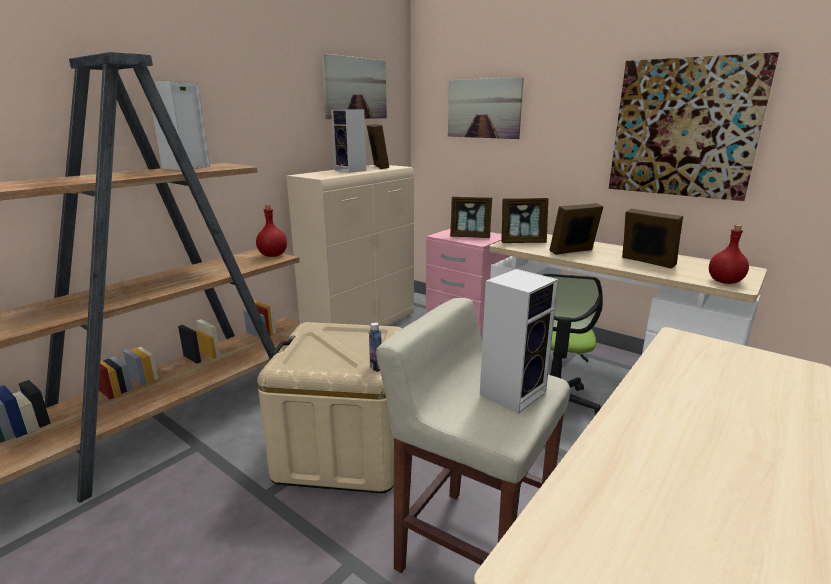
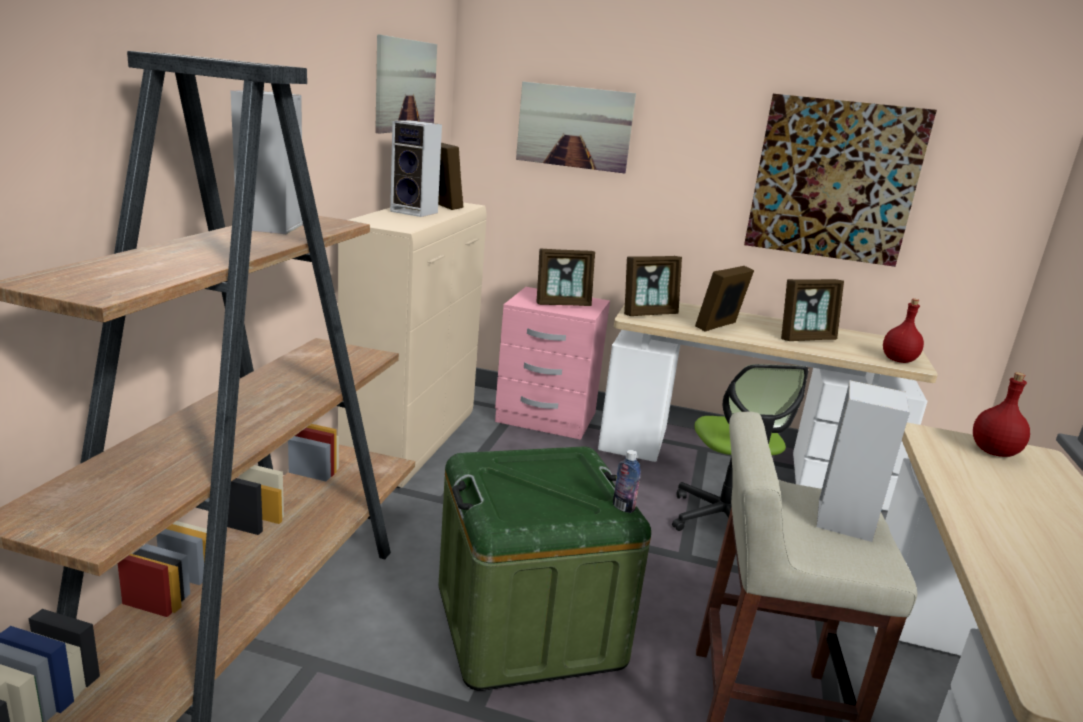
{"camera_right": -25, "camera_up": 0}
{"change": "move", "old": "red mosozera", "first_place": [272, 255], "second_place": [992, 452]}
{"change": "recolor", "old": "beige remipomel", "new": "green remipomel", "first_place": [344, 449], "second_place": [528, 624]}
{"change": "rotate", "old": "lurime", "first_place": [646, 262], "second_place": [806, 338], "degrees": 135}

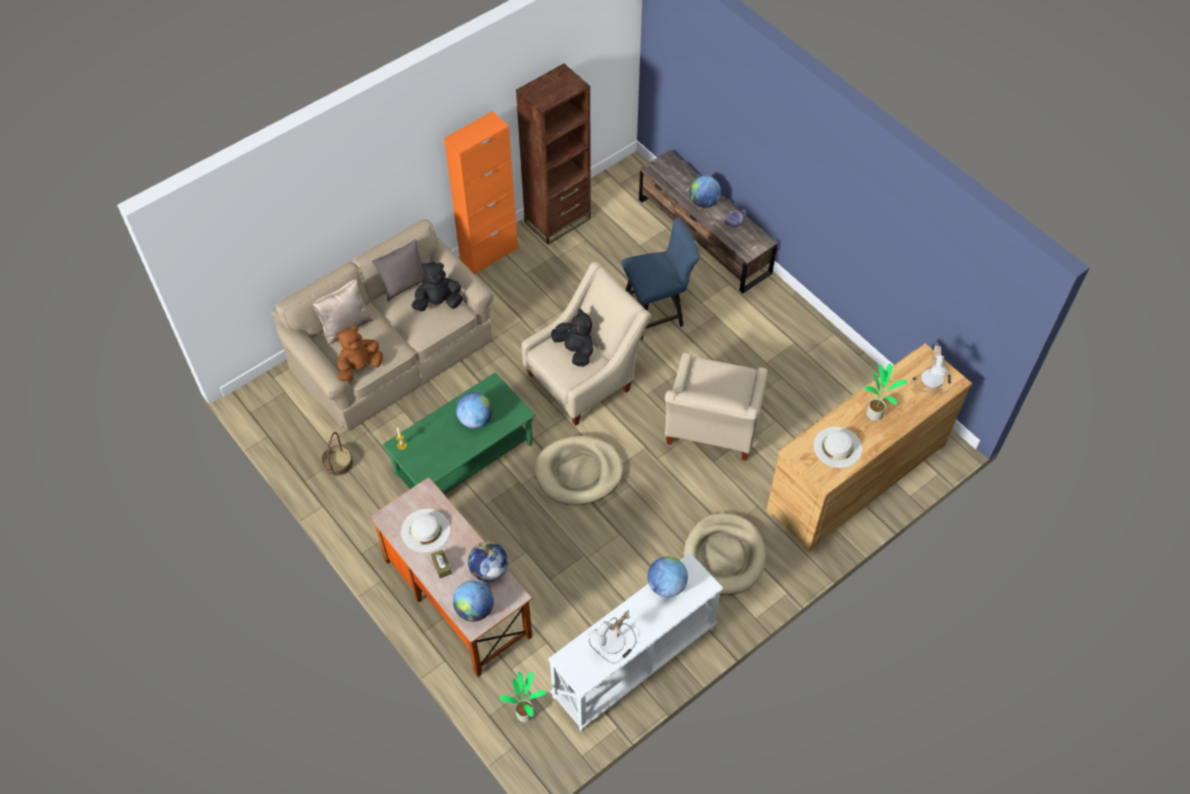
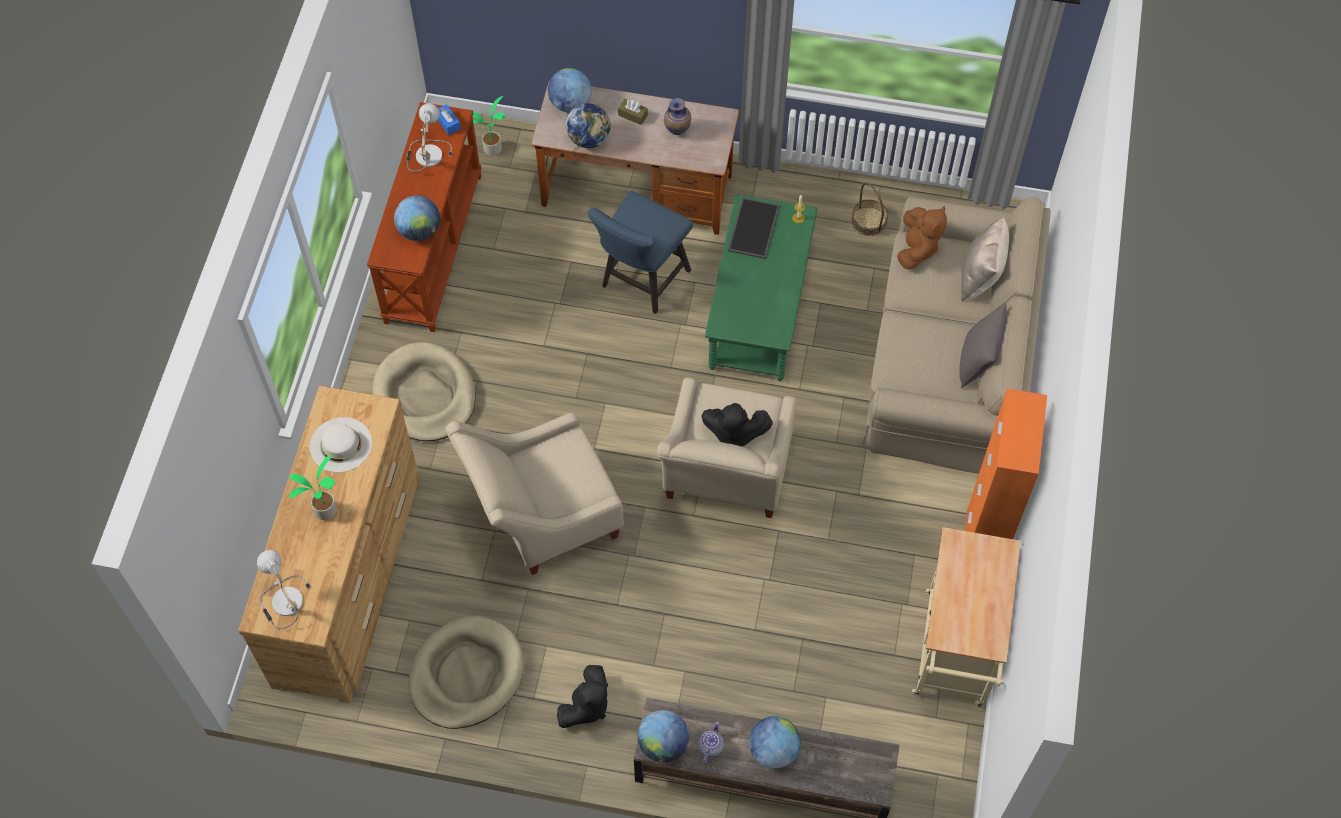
{"camera_right": 140, "camera_up": 5}
{"change": "replace", "old": "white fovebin", "new": "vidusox", "first_place": [425, 530], "second_place": [677, 131]}
{"change": "move", "old": "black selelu", "first_place": [438, 303], "second_place": [586, 706]}
{"change": "move", "old": "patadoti", "first_place": [475, 420], "second_place": [663, 744]}
{"change": "replace", "old": "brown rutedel", "new": "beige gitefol", "first_place": [558, 220], "second_place": [953, 656]}
{"change": "move", "old": "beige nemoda", "first_place": [578, 472], "second_place": [466, 674]}
{"change": "recolor", "old": "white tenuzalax", "new": "brown tenuzalax", "first_place": [634, 663], "second_place": [432, 247]}
{"change": "move", "old": "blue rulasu", "first_place": [657, 313], "second_place": [641, 282]}
{"change": "rotate", "old": "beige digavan", "first_place": [711, 430], "second_place": [542, 516], "degrees": -90}
{"change": "insert", "new": "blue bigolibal", "second_place": [448, 123]}
{"change": "insert", "new": "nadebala", "second_place": [754, 229]}

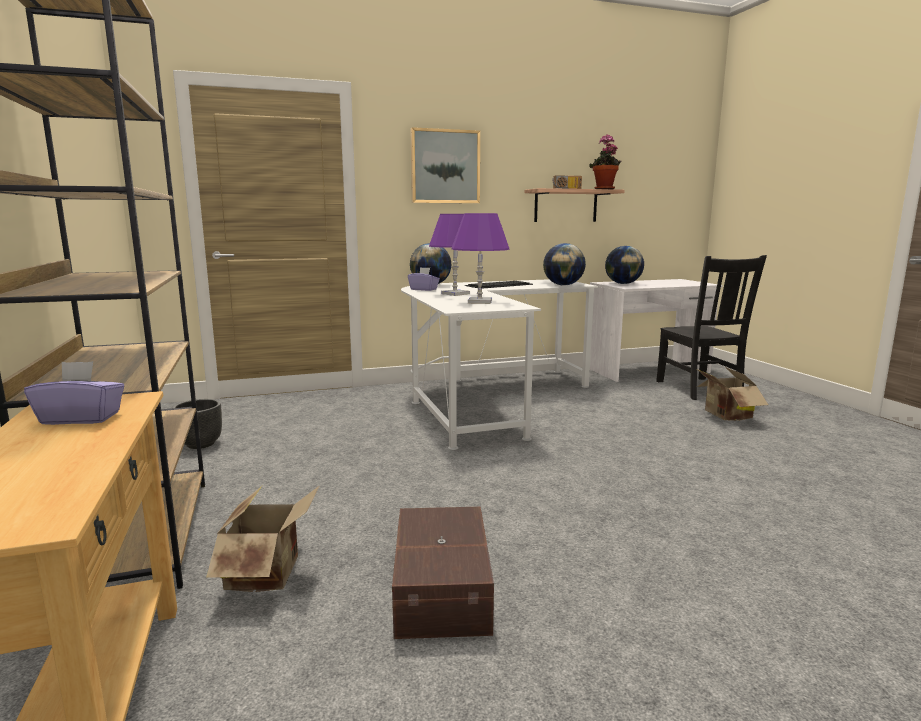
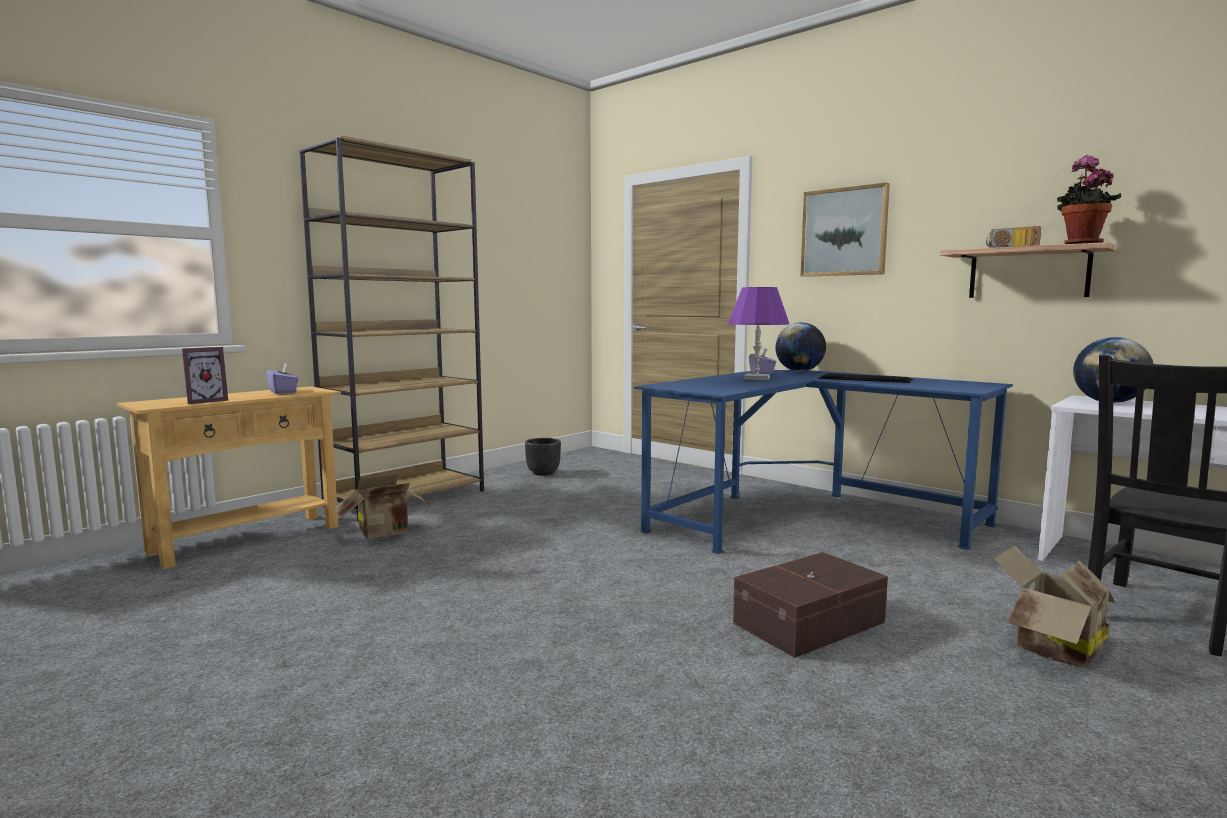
{"camera_right": 60, "camera_up": -5}
{"change": "move", "old": "brown remipomel", "first_place": [444, 588], "second_place": [811, 623]}
{"change": "recolor", "old": "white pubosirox", "new": "blue pubosirox", "first_place": [486, 398], "second_place": [806, 516]}
{"change": "delete", "old": "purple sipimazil", "first_place": [480, 302]}
{"change": "delete", "old": "patadoti", "first_place": [563, 285]}
{"change": "insert", "new": "lurime", "second_place": [204, 401]}

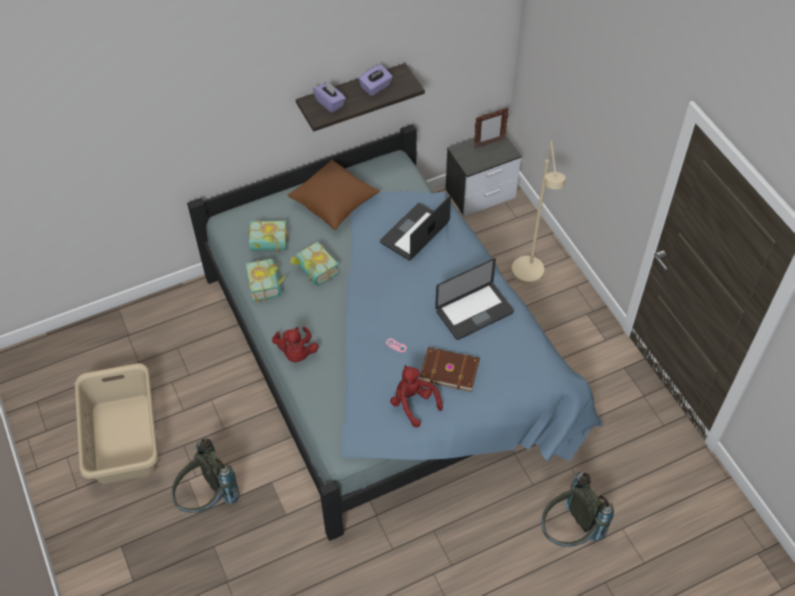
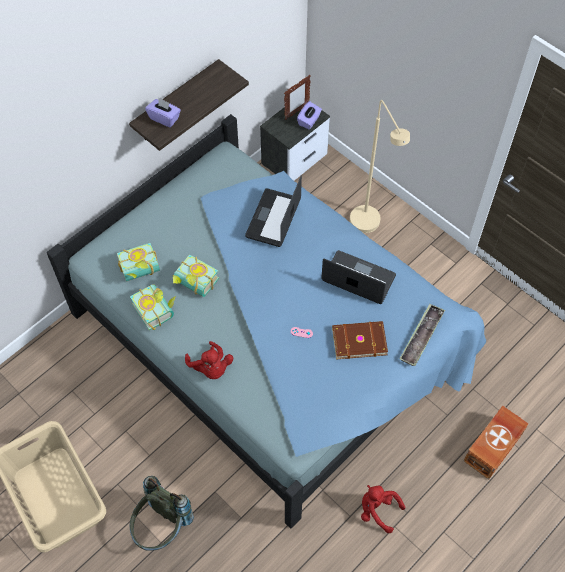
{"camera_right": -20, "camera_up": 5}
{"change": "delete", "old": "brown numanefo", "first_place": [334, 203]}
{"change": "move", "old": "purple bigolibal", "first_place": [376, 87], "second_place": [309, 121]}
{"change": "move", "old": "red selelu", "first_place": [413, 403], "second_place": [377, 510]}
{"change": "rotate", "old": "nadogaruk", "first_place": [474, 312], "second_place": [358, 278], "degrees": -105}
{"change": "replace", "old": "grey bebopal", "new": "brown remipomel", "first_place": [569, 532], "second_place": [494, 447]}
{"change": "insert", "new": "nadebala", "second_place": [421, 337]}

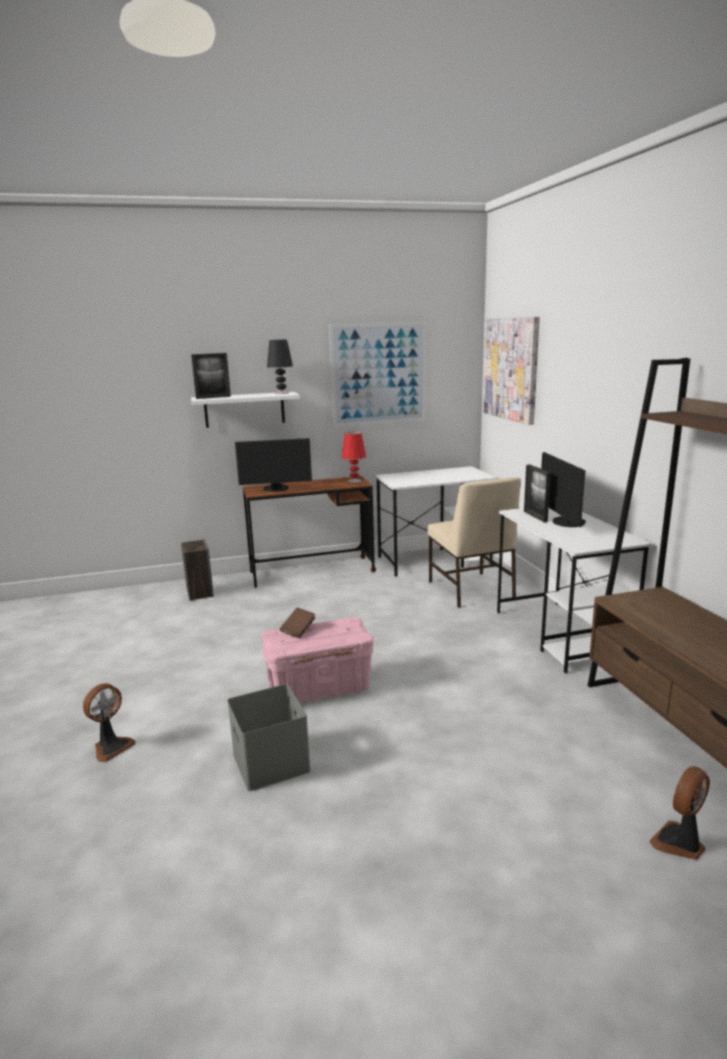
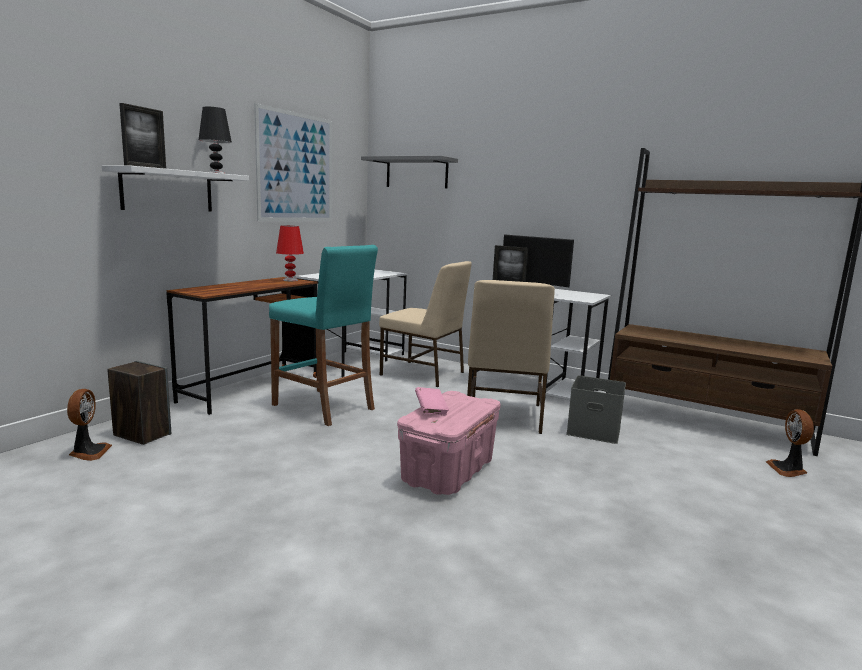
{"camera_right": -45, "camera_up": -5}
{"change": "move", "old": "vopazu", "first_place": [111, 747], "second_place": [89, 452]}
{"change": "move", "old": "grey remipomel", "first_place": [269, 761], "second_place": [592, 431]}
{"change": "delete", "old": "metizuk", "first_place": [276, 489]}
{"change": "recolor", "old": "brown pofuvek", "new": "pink pofuvek", "first_place": [298, 630], "second_place": [431, 410]}
{"change": "replace", "old": "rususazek", "new": "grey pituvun", "first_place": [511, 369], "second_place": [416, 173]}
{"change": "insert", "new": "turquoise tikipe", "second_place": [323, 407]}
{"change": "insert", "new": "beige rulasu", "second_place": [503, 415]}

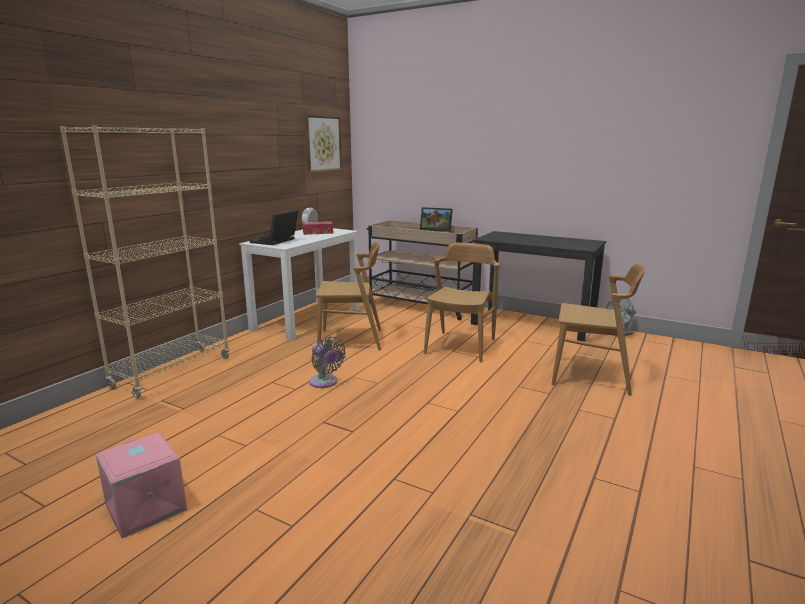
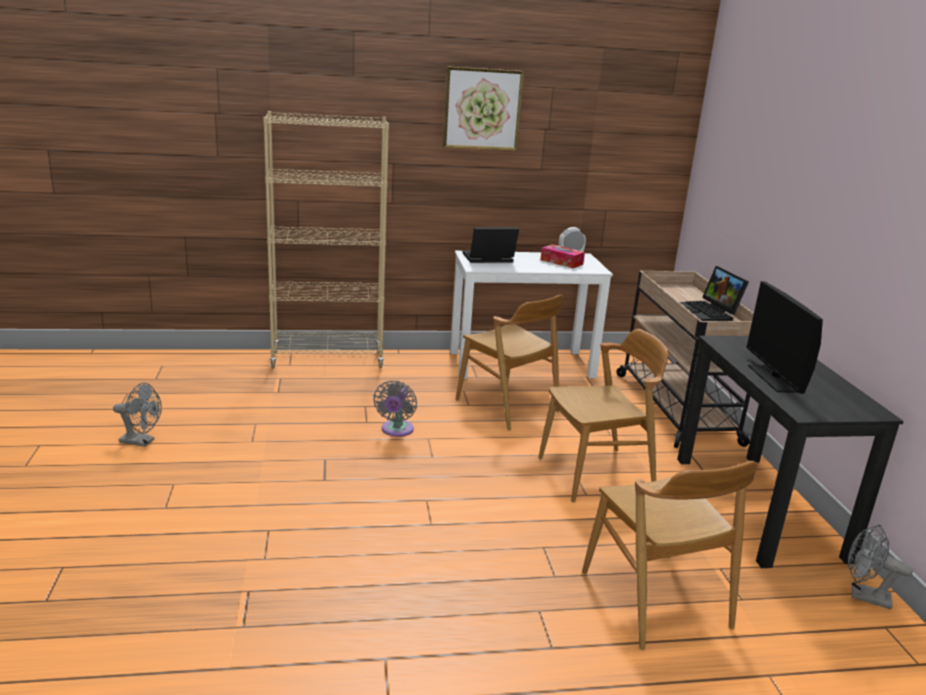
{"camera_right": 50, "camera_up": 5}
{"change": "replace", "old": "pink remipomel", "new": "grey vopazu", "first_place": [144, 508], "second_place": [142, 441]}
{"change": "move", "old": "rususazek", "first_place": [323, 144], "second_place": [482, 109]}
{"change": "insert", "new": "metizuk", "second_place": [775, 378]}

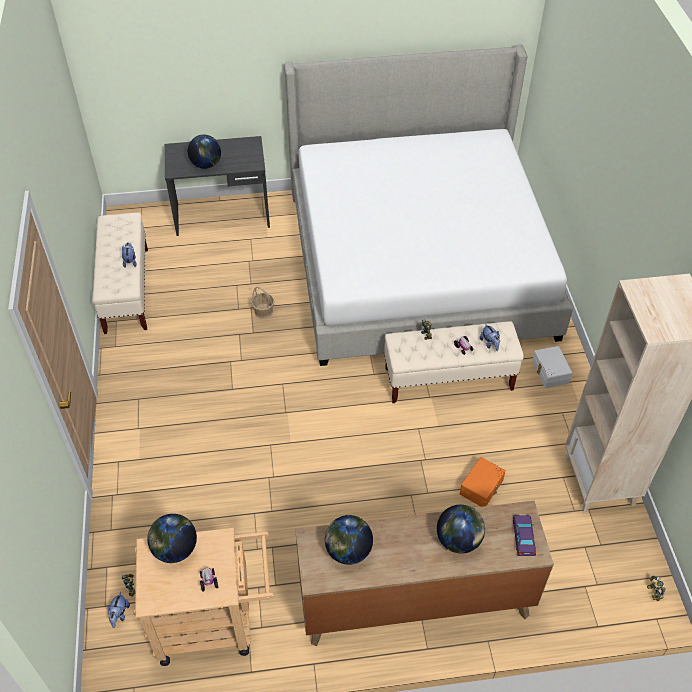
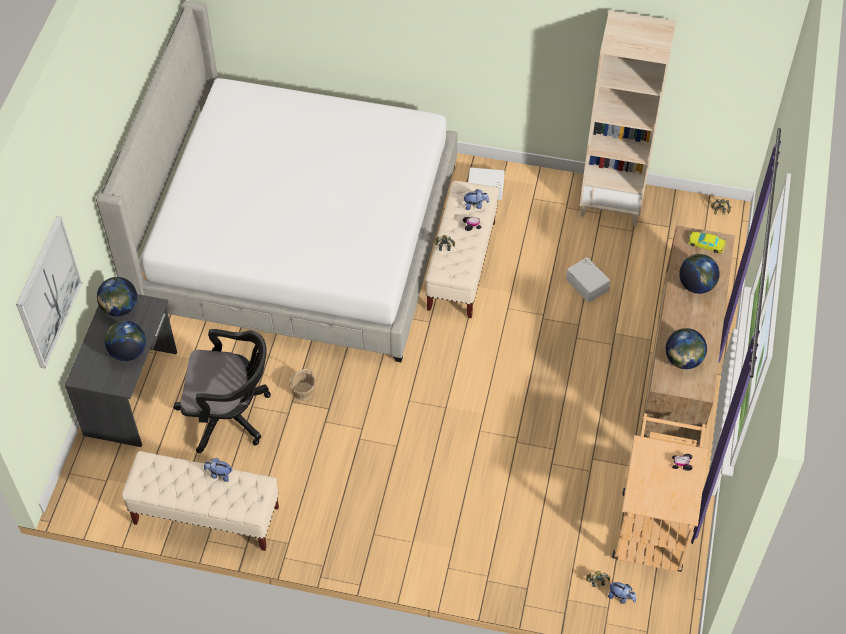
{"camera_right": -70, "camera_up": 5}
{"change": "move", "old": "patadoti", "first_place": [175, 549], "second_place": [120, 308]}
{"change": "recolor", "old": "orange remipomel", "new": "white remipomel", "first_place": [482, 487], "second_place": [587, 284]}
{"change": "recolor", "old": "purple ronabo", "new": "yellow ronabo", "first_place": [523, 536], "second_place": [705, 244]}
{"change": "insert", "new": "rususazek", "second_place": [48, 292]}
{"change": "insert", "new": "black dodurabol", "second_place": [230, 415]}

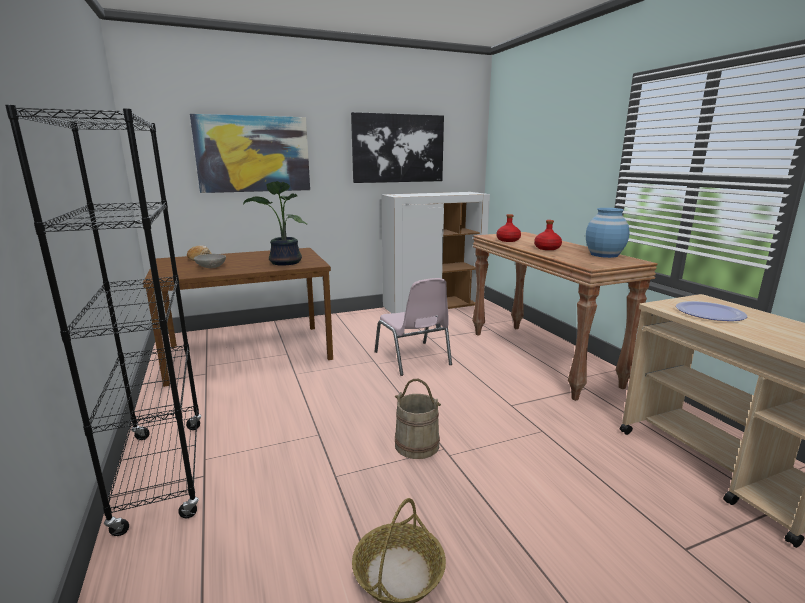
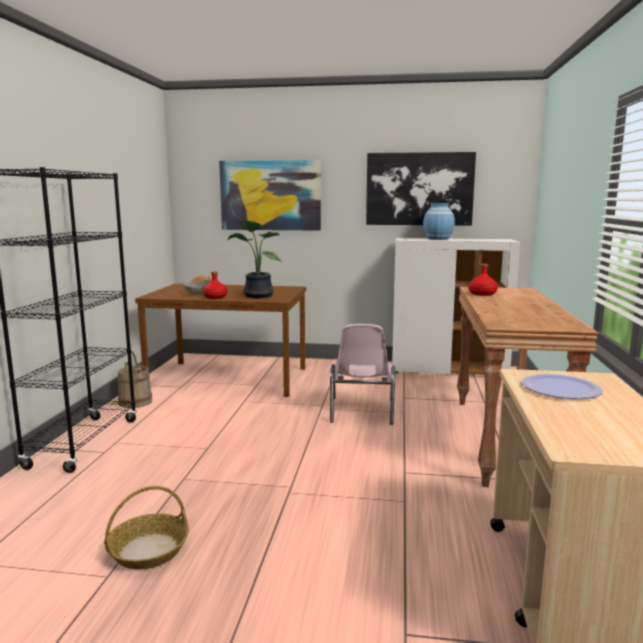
{"camera_right": 30, "camera_up": -5}
{"change": "move", "old": "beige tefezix", "first_place": [416, 445], "second_place": [135, 402]}
{"change": "move", "old": "red mosozera", "first_place": [547, 248], "second_place": [215, 297]}
{"change": "move", "old": "blue vidusox", "first_place": [604, 255], "second_place": [437, 239]}

